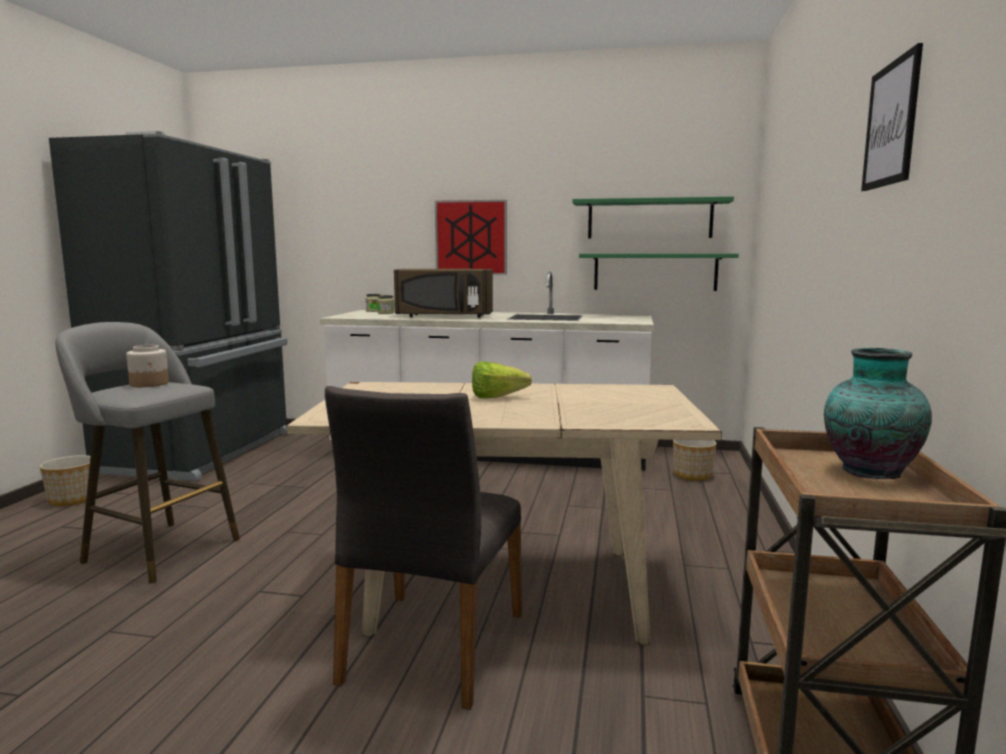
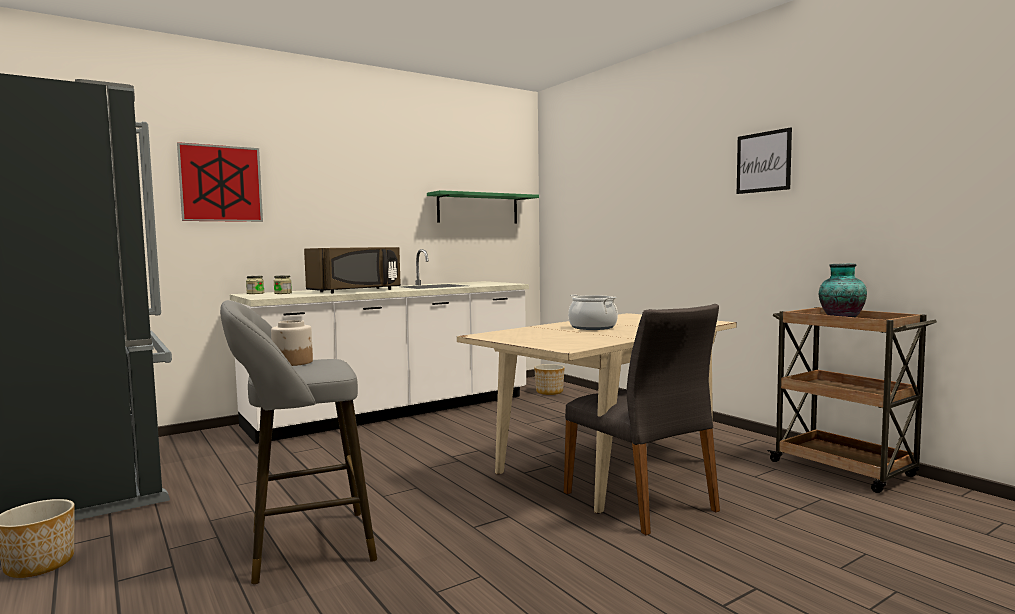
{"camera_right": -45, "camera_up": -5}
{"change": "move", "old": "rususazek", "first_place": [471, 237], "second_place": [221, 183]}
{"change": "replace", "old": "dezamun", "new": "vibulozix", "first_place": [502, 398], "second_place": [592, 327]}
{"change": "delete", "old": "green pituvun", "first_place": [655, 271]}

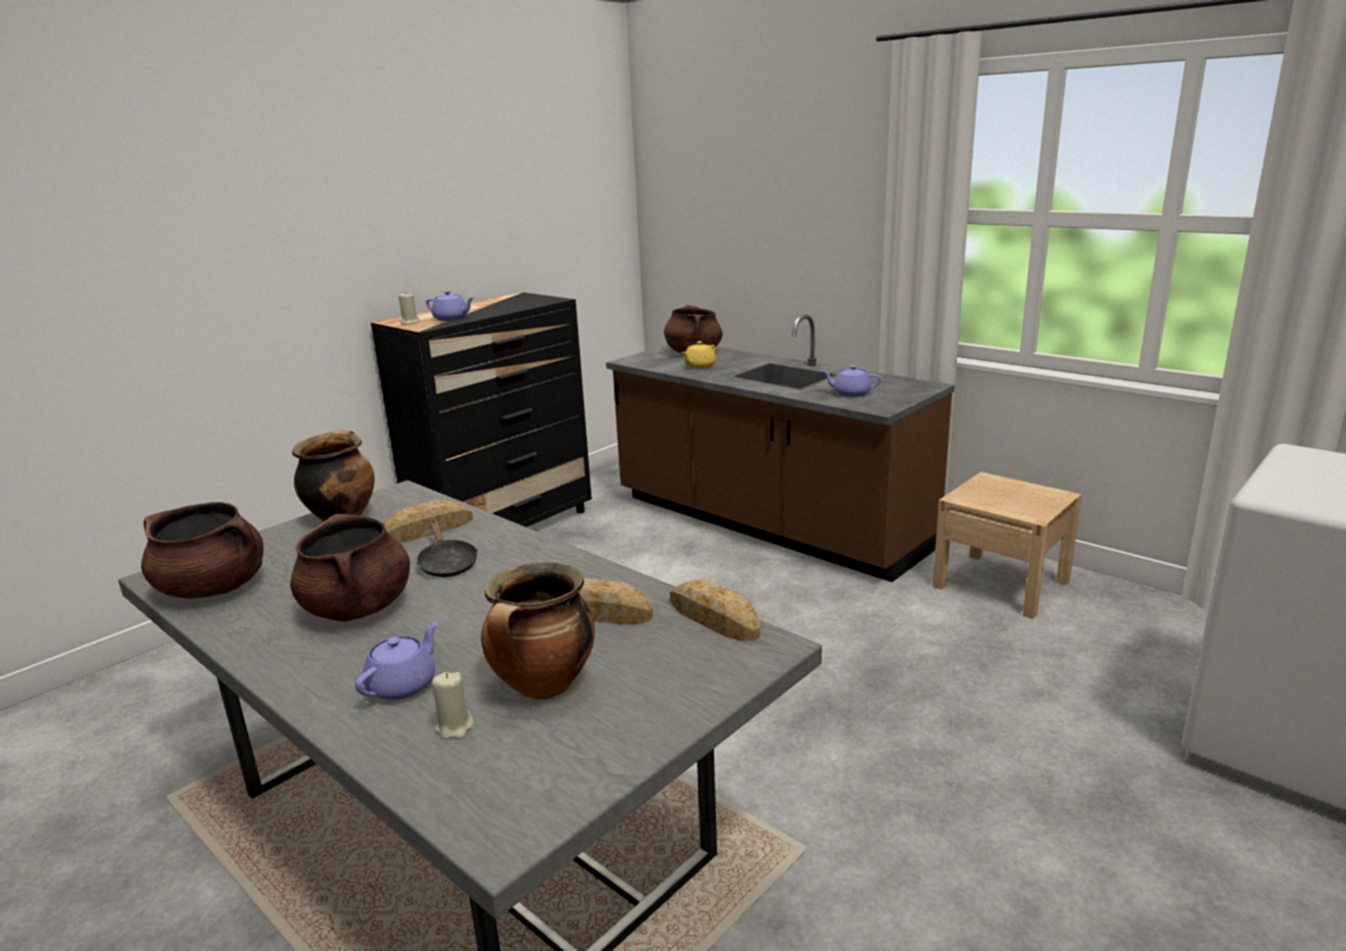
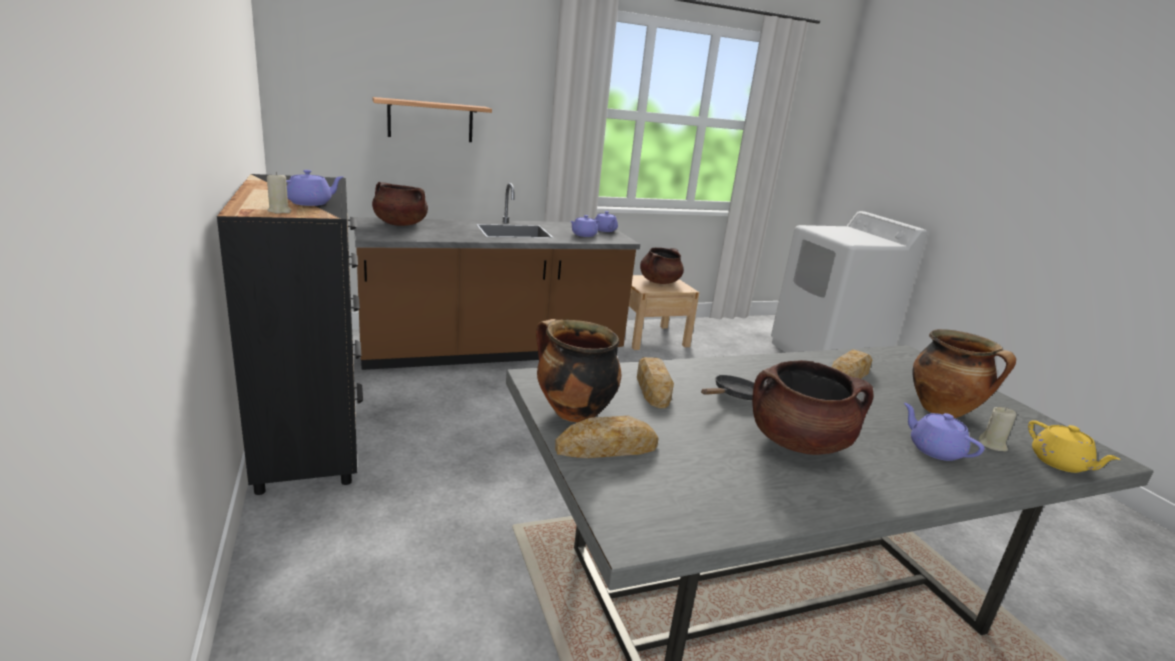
{"camera_right": -65, "camera_up": 0}
{"change": "move", "old": "brown vibulozix", "first_place": [213, 588], "second_place": [659, 282]}
{"change": "rotate", "old": "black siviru", "first_place": [447, 564], "second_place": [734, 396], "degrees": -45}
{"change": "move", "old": "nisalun", "first_place": [714, 618], "second_place": [606, 447]}
{"change": "move", "old": "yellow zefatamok", "first_place": [699, 366], "second_place": [1060, 463]}
{"change": "insert", "new": "pituvun", "second_place": [430, 120]}
{"change": "insert", "new": "purple zefatamok", "second_place": [605, 230]}

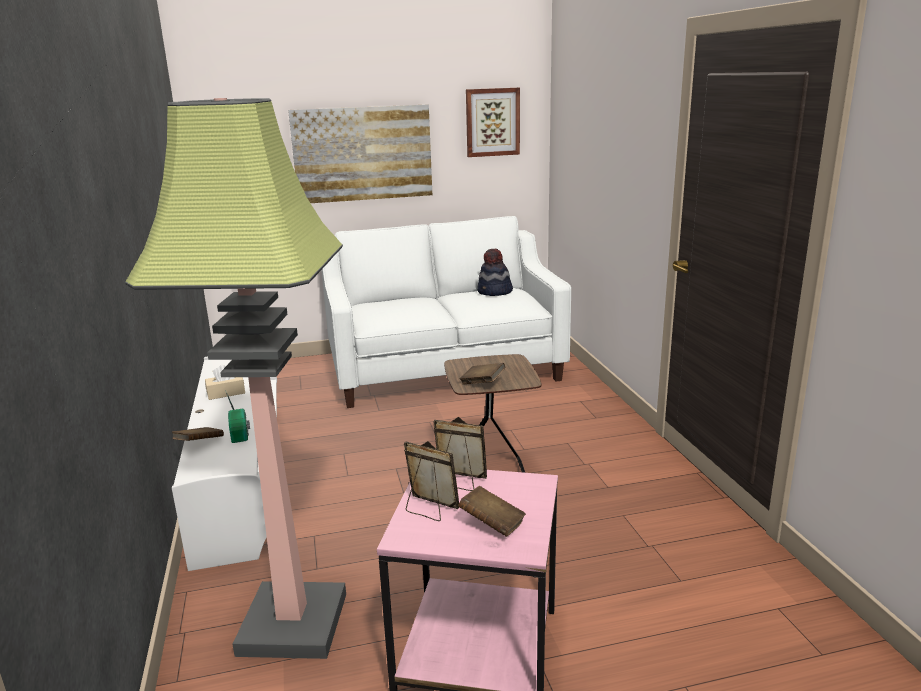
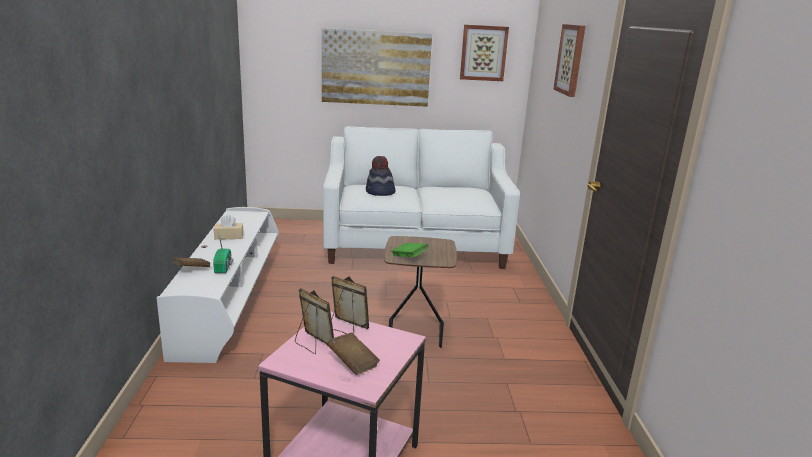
{"camera_right": 10, "camera_up": 0}
{"change": "delete", "old": "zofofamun", "first_place": [292, 622]}
{"change": "recolor", "old": "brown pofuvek", "new": "green pofuvek", "first_place": [482, 383], "second_place": [409, 257]}
{"change": "move", "old": "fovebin", "first_place": [494, 292], "second_place": [380, 192]}
{"change": "insert", "new": "rususazek", "second_place": [571, 59]}

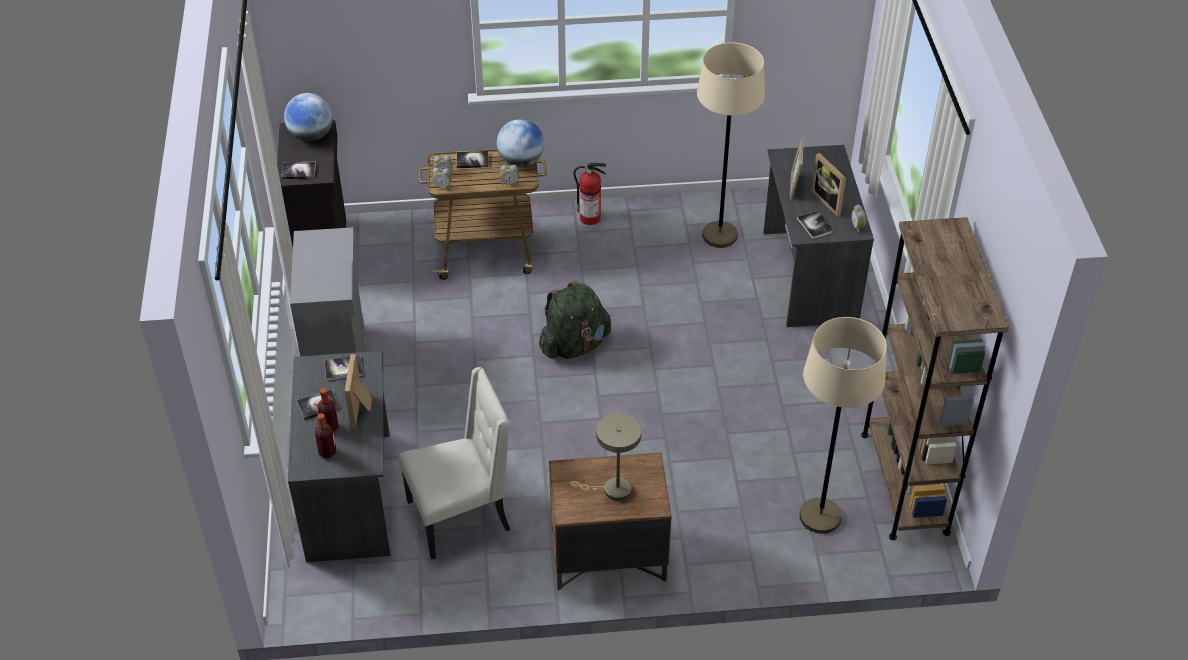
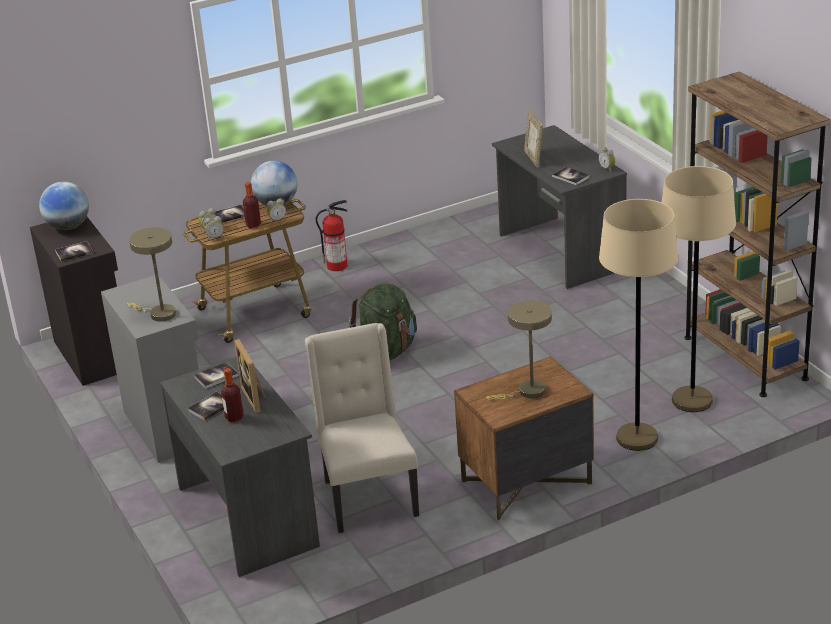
{"camera_right": -20, "camera_up": -15}
{"change": "move", "old": "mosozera", "first_place": [327, 452], "second_place": [253, 225]}
{"change": "rotate", "old": "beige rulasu", "first_place": [461, 516], "second_place": [368, 498], "degrees": -60}
{"change": "move", "old": "beige zofofamun", "first_place": [719, 235], "second_place": [637, 438]}
{"change": "delete", "old": "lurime", "first_place": [830, 201]}
{"change": "insert", "new": "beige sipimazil", "second_place": [159, 314]}

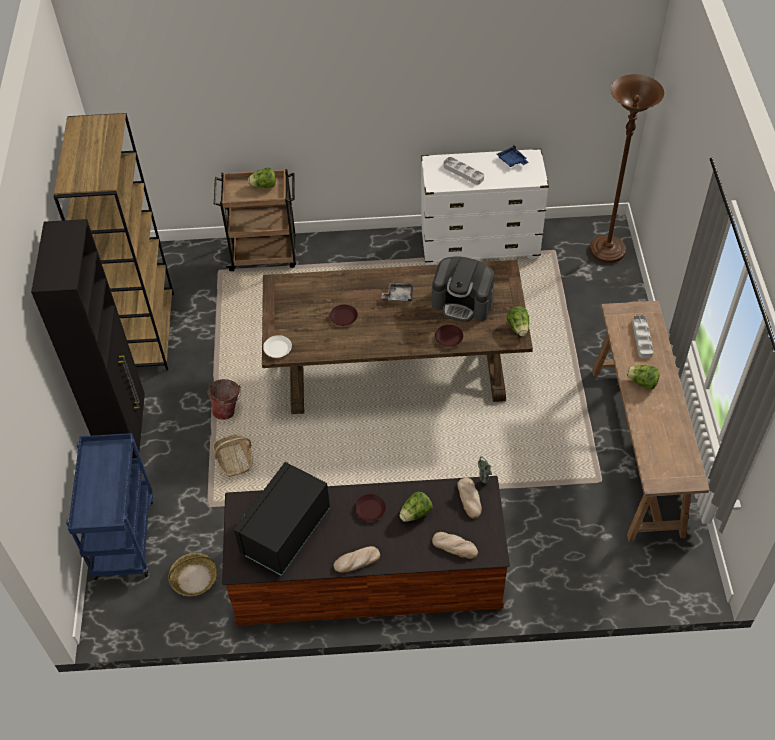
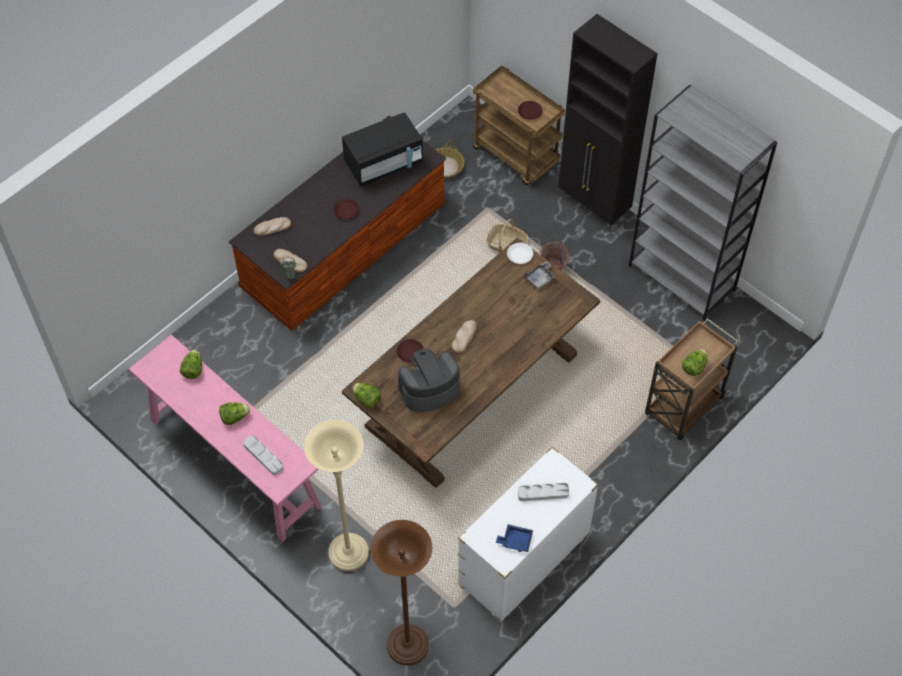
{"camera_right": 135, "camera_up": 5}
{"change": "recolor", "old": "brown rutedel", "new": "grey rutedel", "first_place": [145, 331], "second_place": [682, 278]}
{"change": "recolor", "old": "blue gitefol", "new": "brown gitefol", "first_place": [123, 536], "second_place": [516, 156]}
{"change": "rotate", "old": "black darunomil", "first_place": [285, 532], "second_place": [384, 163], "degrees": 75}
{"change": "move", "old": "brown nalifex", "first_place": [343, 317], "second_place": [530, 112]}
{"change": "move", "old": "nisalun", "first_place": [356, 561], "second_place": [464, 337]}
{"change": "move", "old": "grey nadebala", "first_place": [399, 296], "second_place": [540, 278]}
{"change": "move", "old": "dezamun", "first_place": [415, 513], "second_place": [193, 369]}
{"change": "recolor", "old": "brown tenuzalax", "new": "pink tenuzalax", "first_place": [636, 450], "second_place": [233, 462]}
{"change": "insert", "new": "beige zofofamun", "second_place": [348, 553]}

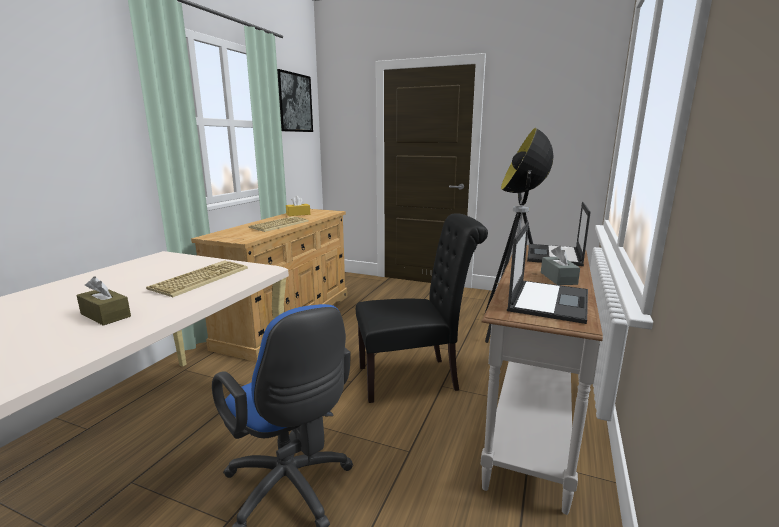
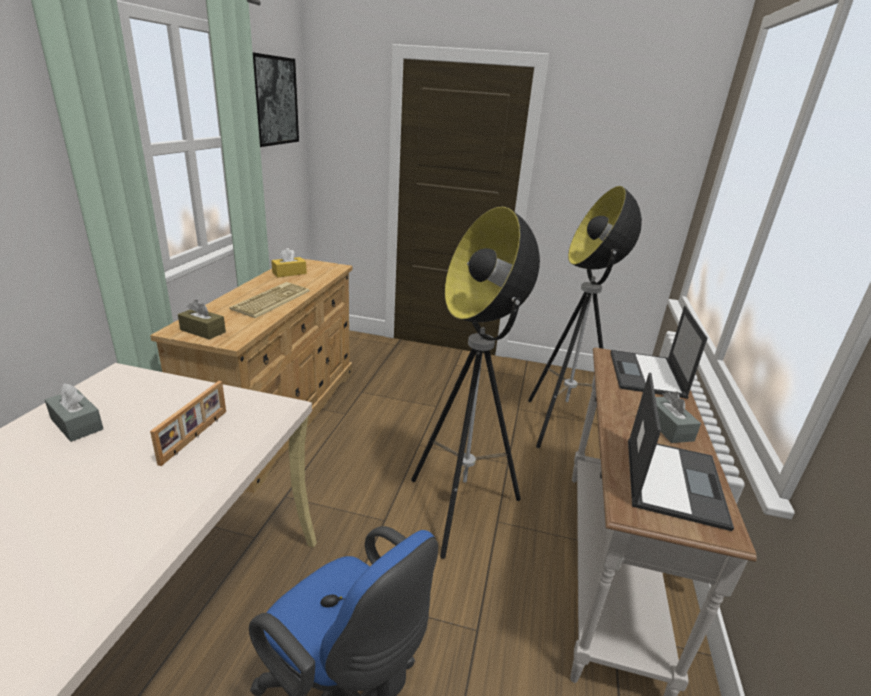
{"camera_right": -10, "camera_up": 10}
{"change": "move", "old": "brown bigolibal", "first_place": [105, 315], "second_place": [203, 331]}
{"change": "replace", "old": "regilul", "new": "lurime", "first_place": [201, 278], "second_place": [196, 436]}
{"change": "replace", "old": "black rulasu", "new": "zofofamun", "first_place": [414, 378], "second_place": [462, 510]}
{"change": "insert", "new": "grey bigolibal", "second_place": [77, 424]}

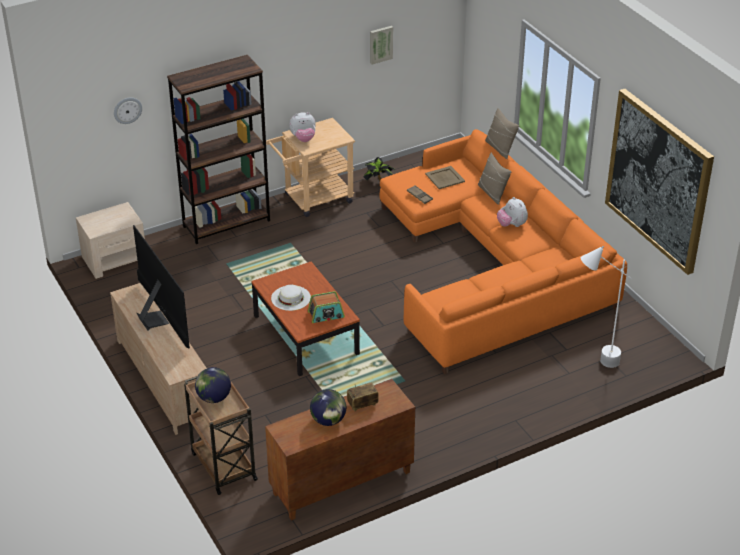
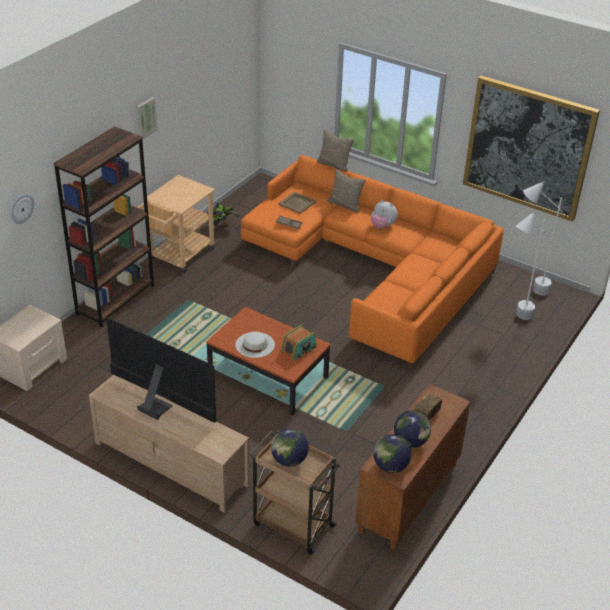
{"camera_right": -30, "camera_up": 0}
{"change": "delete", "old": "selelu", "first_place": [303, 139]}
{"change": "move", "old": "rususazek", "first_place": [380, 44], "second_place": [145, 117]}
{"change": "insert", "new": "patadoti", "second_place": [390, 466]}
{"change": "insert", "new": "white zofofamun", "second_place": [527, 291]}

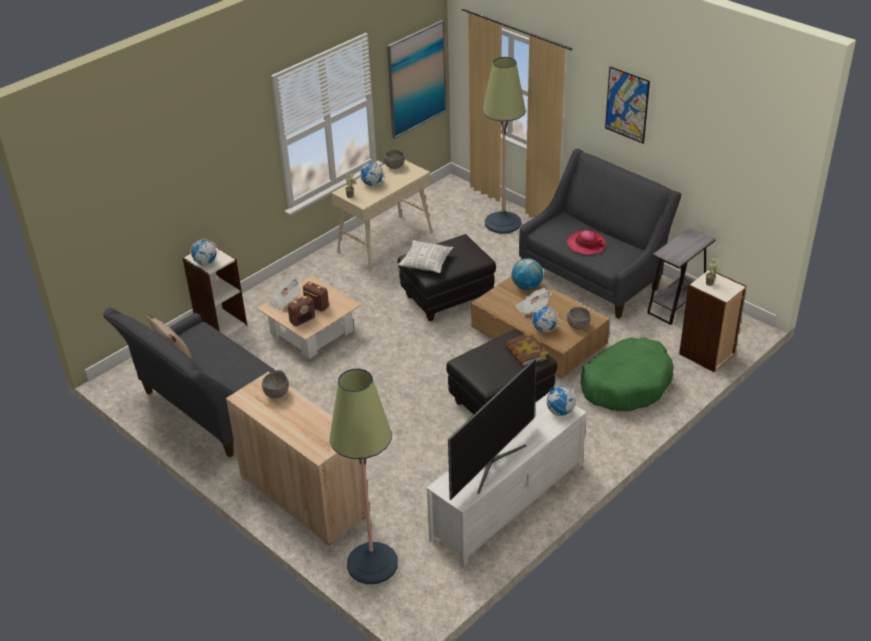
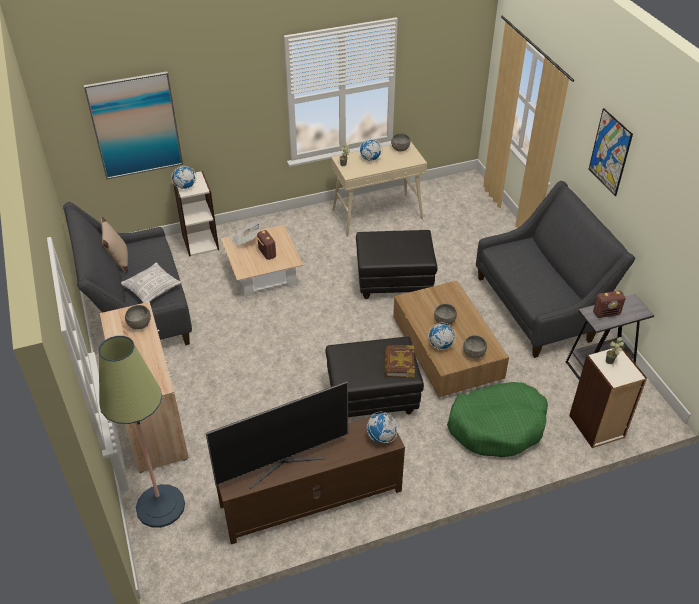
{"camera_right": 25, "camera_up": 5}
{"change": "move", "old": "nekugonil", "first_place": [302, 320], "second_place": [606, 313]}
{"change": "move", "old": "rususazek", "first_place": [416, 79], "second_place": [135, 126]}
{"change": "move", "old": "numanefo", "first_place": [426, 263], "second_place": [152, 289]}
{"change": "recolor", "old": "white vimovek", "new": "brown vimovek", "first_place": [507, 502], "second_place": [310, 498]}
{"change": "delete", "old": "zofofamun", "first_place": [503, 223]}
{"change": "delete", "old": "patadoti", "first_place": [526, 286]}
{"change": "replace", "old": "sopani", "new": "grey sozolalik", "first_place": [532, 309], "second_place": [444, 321]}
{"change": "delete", "old": "fovebin", "first_place": [586, 244]}

